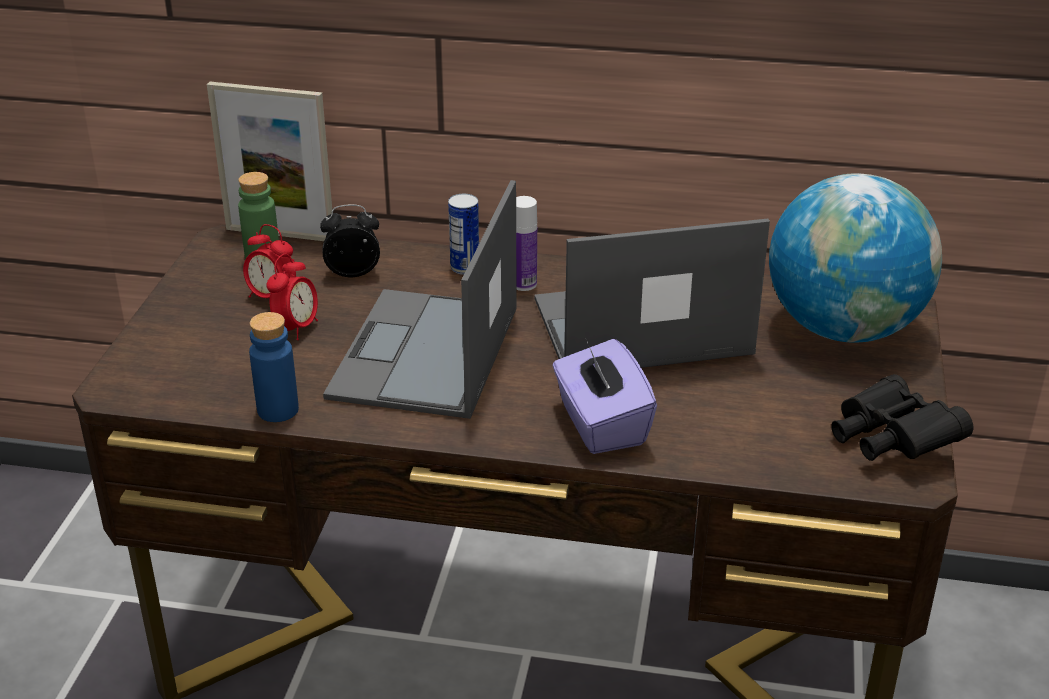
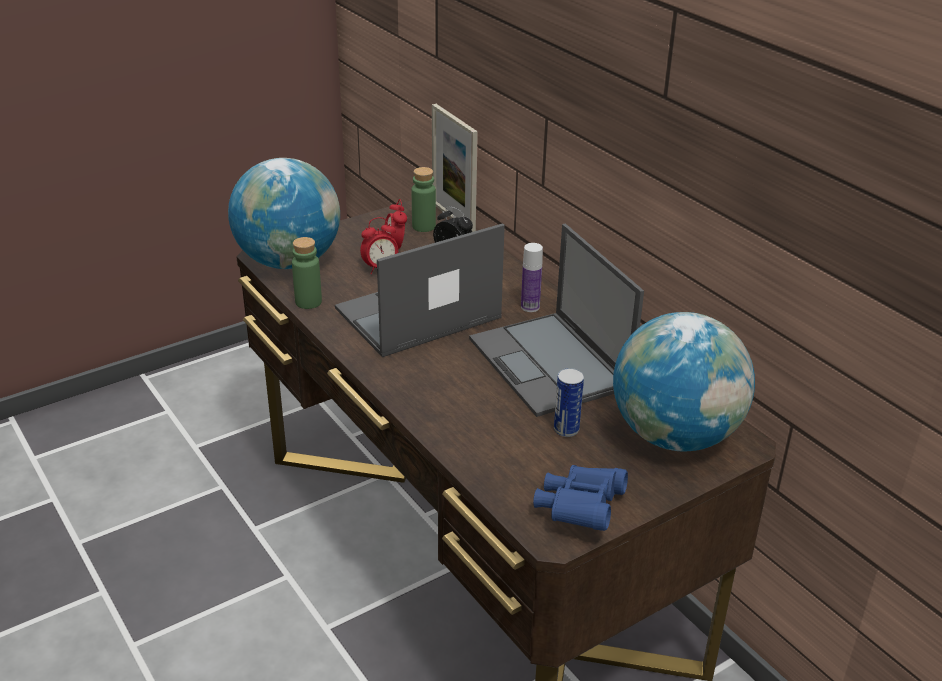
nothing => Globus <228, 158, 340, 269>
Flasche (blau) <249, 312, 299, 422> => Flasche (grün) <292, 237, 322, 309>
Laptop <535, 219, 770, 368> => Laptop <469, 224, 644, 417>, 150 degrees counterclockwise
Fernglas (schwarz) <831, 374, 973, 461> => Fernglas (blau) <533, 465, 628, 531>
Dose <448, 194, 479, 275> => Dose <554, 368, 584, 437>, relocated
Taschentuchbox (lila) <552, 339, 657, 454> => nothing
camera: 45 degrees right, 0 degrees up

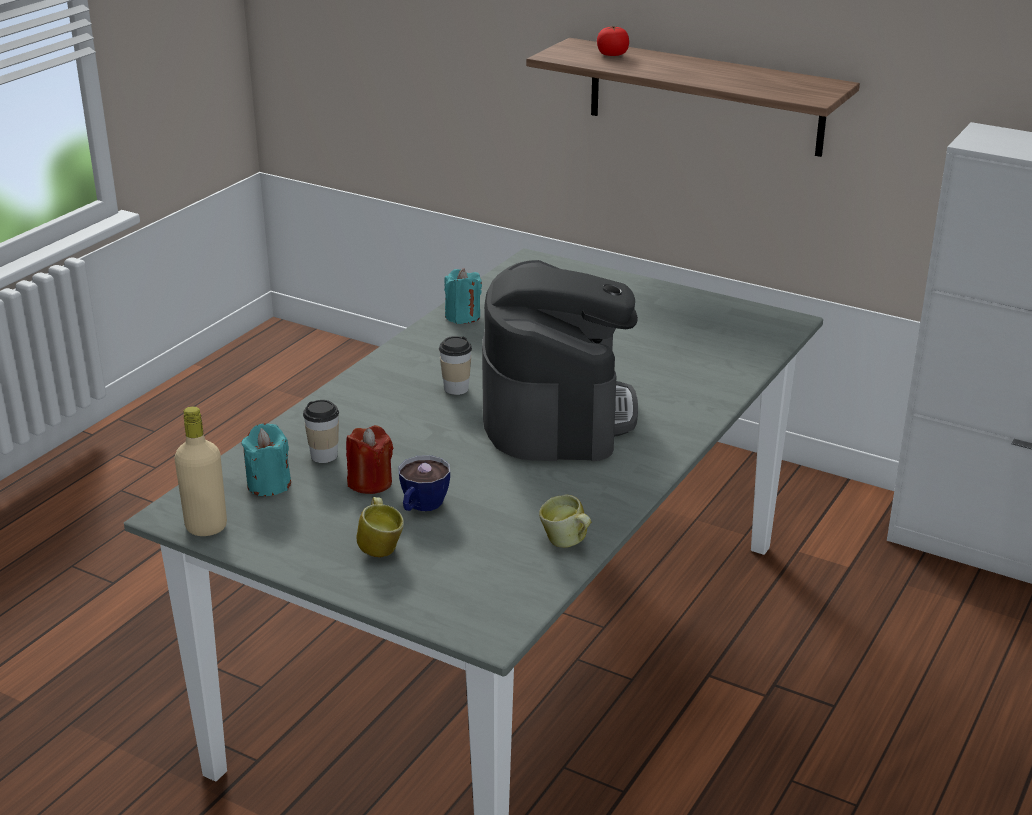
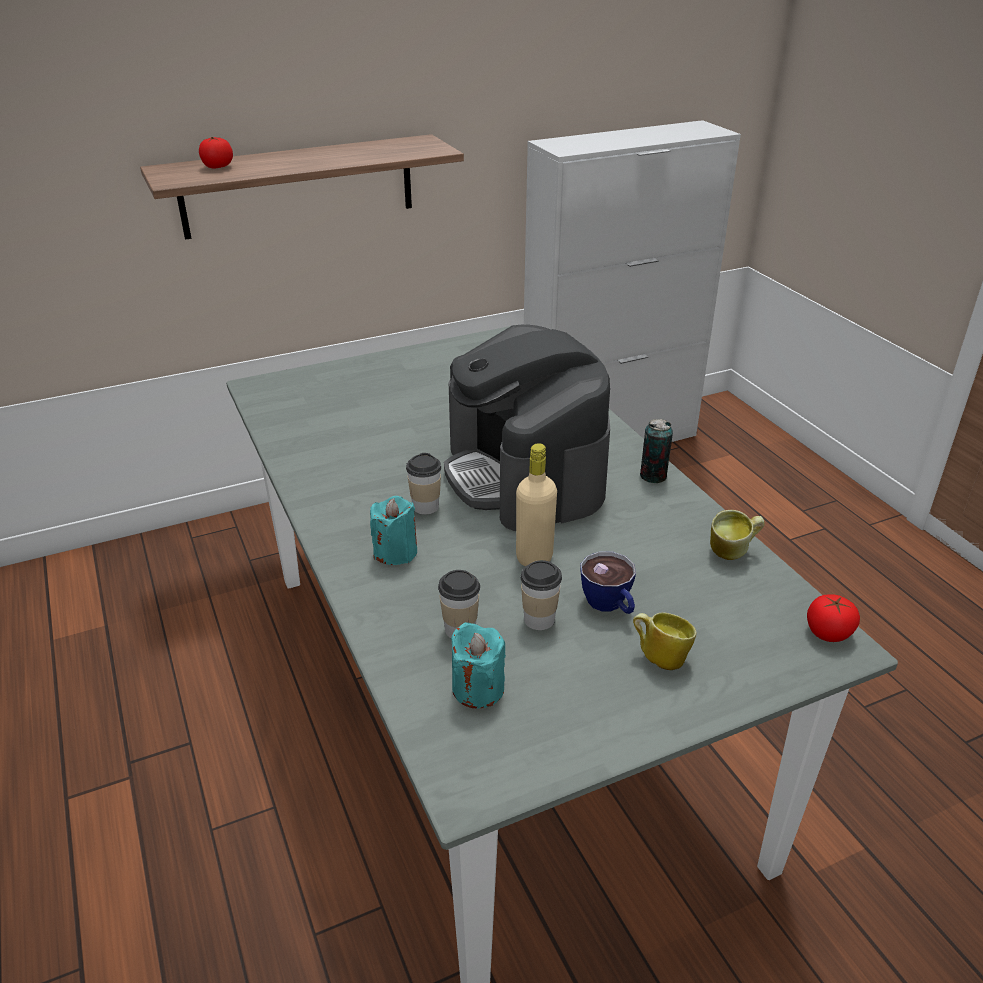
Kerze (türkis) <444, 268, 482, 324> => Kerze (türkis) <370, 496, 417, 565>, relocated
Kaffeemaschine <482, 260, 638, 461> => Kaffeemaschine <444, 325, 610, 531>, 150 degrees counterclockwise
Flasche (beige) <175, 406, 227, 536> => Flasche (beige) <516, 443, 557, 567>, relocated
Kerze (rot) <346, 425, 393, 494> => Tasse <520, 560, 562, 630>
nothing => Dose <640, 419, 673, 483>
nothing => Tomate <807, 594, 860, 642>
camera: 55 degrees left, 5 degrees up

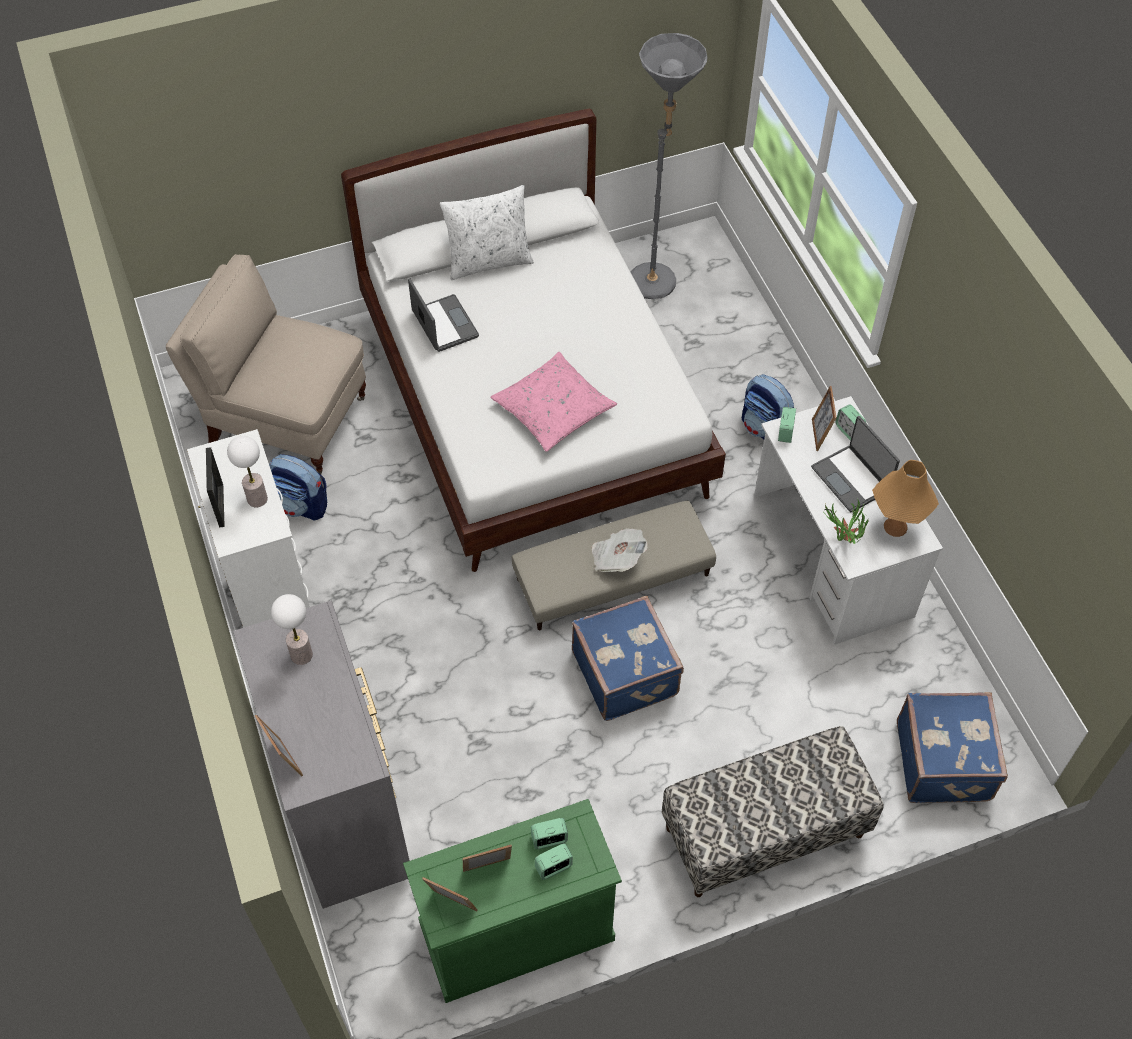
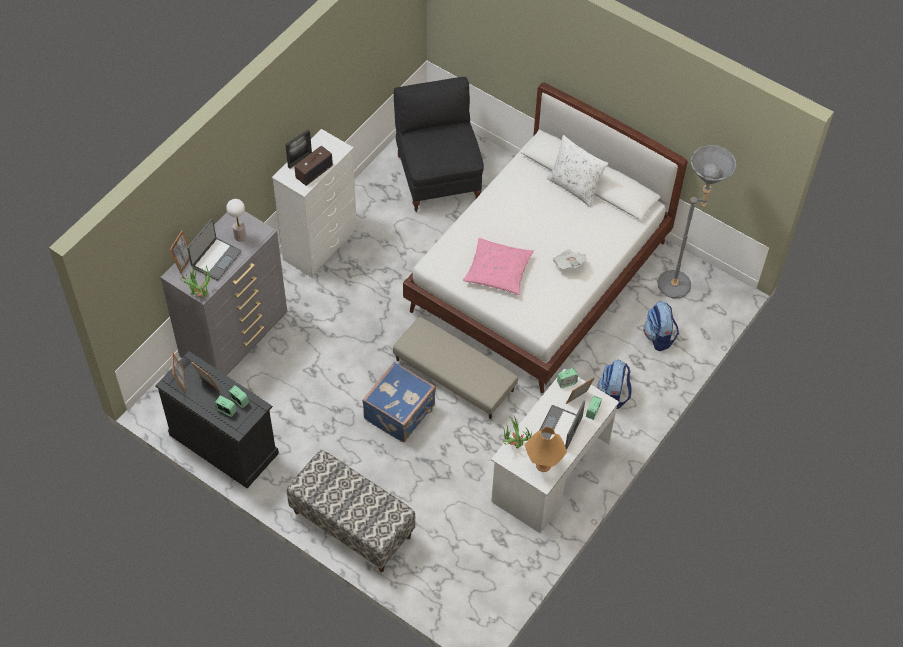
Kommode (grün) <403, 799, 622, 1003> => Kommode (schwarz) <155, 351, 279, 488>
nothing => Topfpflanze <180, 266, 211, 298>
Laptop <408, 279, 479, 352> => Laptop <187, 219, 242, 281>, relocated
Tischlampe <227, 436, 268, 507> => Radio <295, 146, 333, 186>
Stuhl (beige) <166, 254, 366, 474> => Stuhl (schwarz) <394, 77, 484, 212>
Zeitung <592, 528, 647, 572> => Zeitung <552, 249, 587, 269>, relocated
Rucksack <269, 454, 327, 521> => Rucksack <644, 301, 679, 351>, relocated
Koffer (blau) <897, 692, 1008, 803> => nothing
camera: 55 degrees right, 0 degrees up

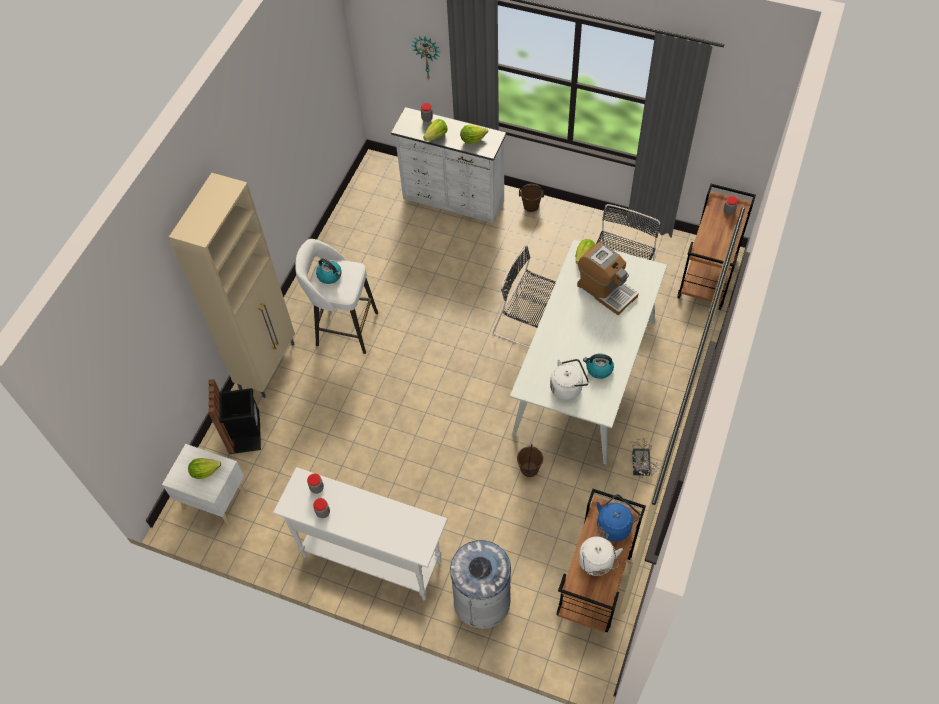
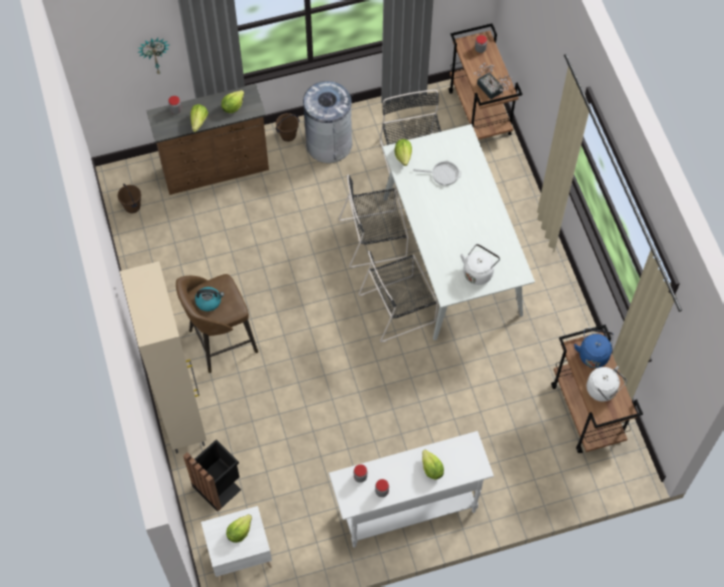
Eimer (braun) <517, 444, 543, 477> => Eimer (braun) <117, 183, 141, 213>, relocated
Kommode (weiß) <391, 107, 506, 224> => Kommode (braun) <146, 84, 269, 195>
Hocker (weiß) <295, 239, 378, 354> => Hocker (braun) <176, 274, 258, 373>
Mülleimer (grau) <450, 540, 511, 629> => Mülleimer (grau) <303, 81, 353, 163>, relocated
nothing => Stuhl (schwarz) <358, 251, 438, 342>
Kaffeemaschine <577, 242, 639, 316> => Pfanne <413, 161, 461, 186>
nothing => Salatkopf <422, 450, 444, 480>
Topfpflanze <630, 438, 661, 478> => Topfpflanze <474, 63, 512, 99>, relocated
Wasserkessel <583, 354, 614, 379> => nothing
camera: 40 degrees left, 5 degrees up

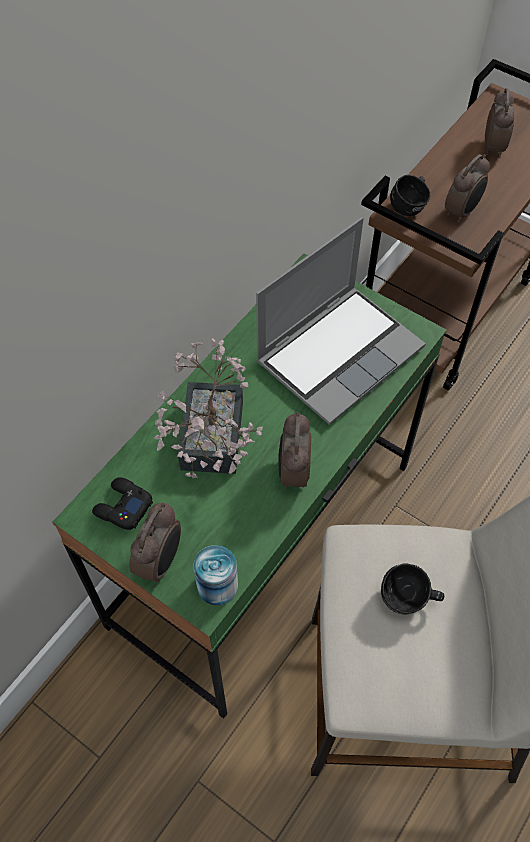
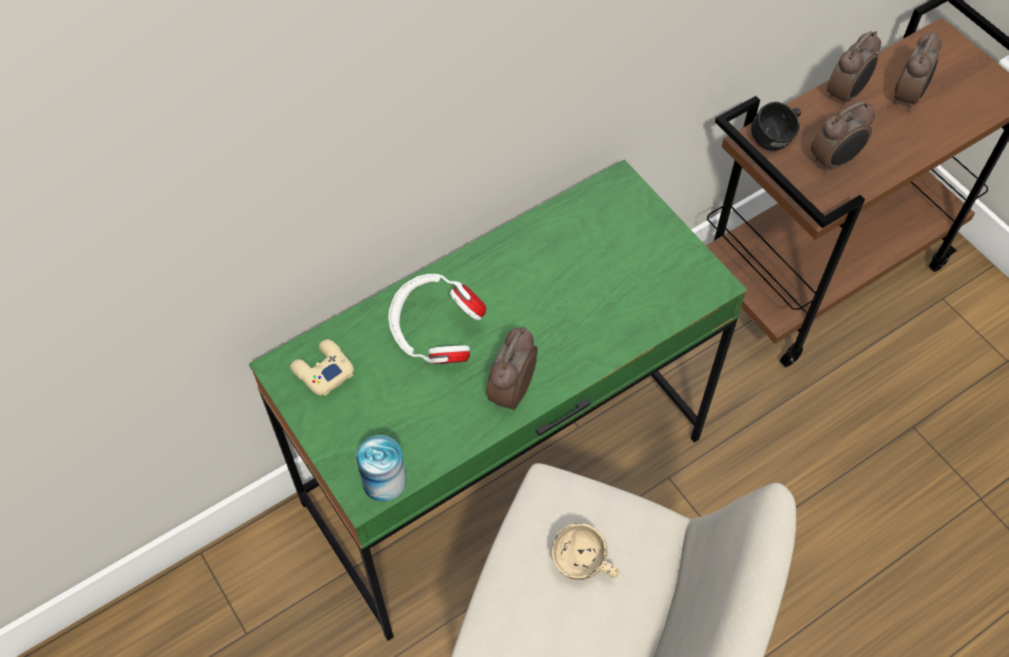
Gamepad (schwarz) <92, 477, 153, 530> => Gamepad (beige) <290, 339, 354, 396>
Topfpflanze <154, 338, 263, 478> => Kopfhörer (weiß) <388, 274, 486, 364>
Henkelbecher (schwarz) <381, 564, 444, 614> => Henkelbecher (beige) <552, 523, 619, 580>
Wecker <129, 502, 181, 583> => Wecker <827, 31, 881, 108>, relocated
Laptop <256, 217, 426, 425> => nothing
camera: 20 degrees right, 0 degrees up

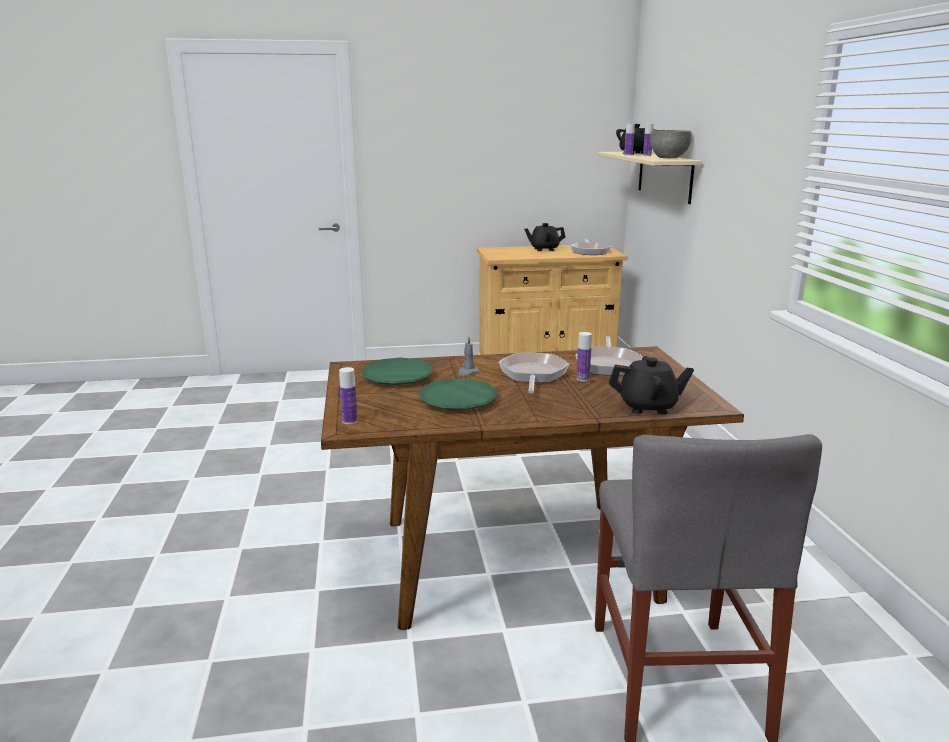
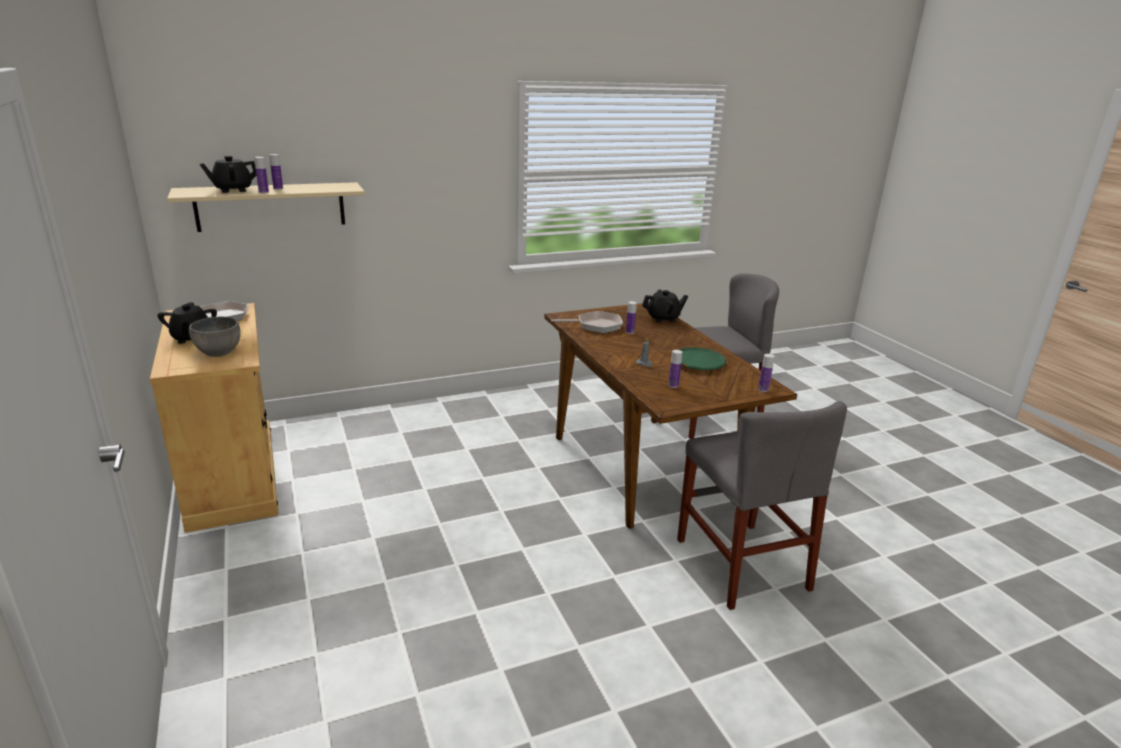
Schüssel (grau) <650, 130, 692, 158> => Schüssel (grau) <189, 317, 241, 357>, relocated
Teekanne (schwarz) <609, 356, 694, 414> => Teekanne (schwarz) <642, 289, 688, 323>, 90 degrees clockwise
Teller (grün) <361, 358, 434, 385> => Flasche <668, 350, 682, 388>
nothing => Stuhl (grau) <677, 401, 847, 610>
Pfanne <499, 352, 570, 393> => nothing
camera: 105 degrees left, 5 degrees up

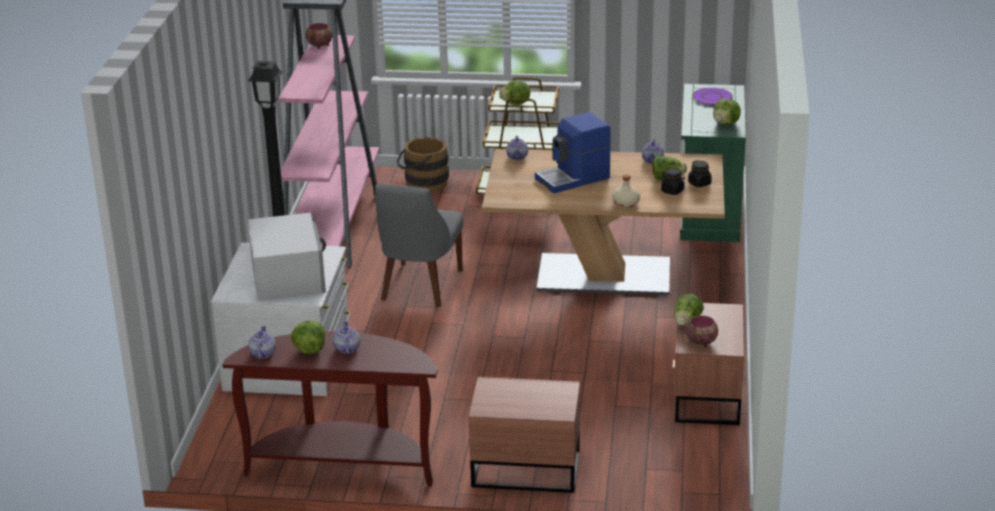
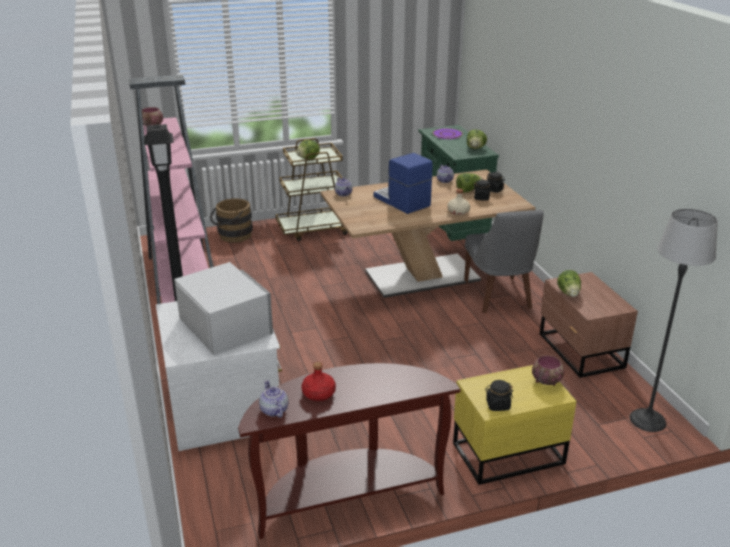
Salatkopf <291, 320, 325, 354> => Flasche (rot) <301, 362, 336, 401>
Kaffeemaschine <535, 112, 611, 193> => Kaffeemaschine <374, 153, 433, 214>, 105 degrees clockwise
Nachttisch (braun) <468, 377, 580, 493> => Nachttisch (gelb) <453, 365, 577, 485>
Stuhl (grau) <375, 184, 463, 307> => Stuhl (grau) <464, 210, 544, 313>, relocated
nothing => Vorratsglas (schwarz) <485, 380, 513, 411>
Schüssel <686, 315, 718, 347> => Schüssel <532, 355, 564, 386>, relocated
nothing => Stehlampe <630, 209, 718, 432>
Teekanne <333, 321, 360, 354> => nothing
camera: 25 degrees left, 0 degrees up

